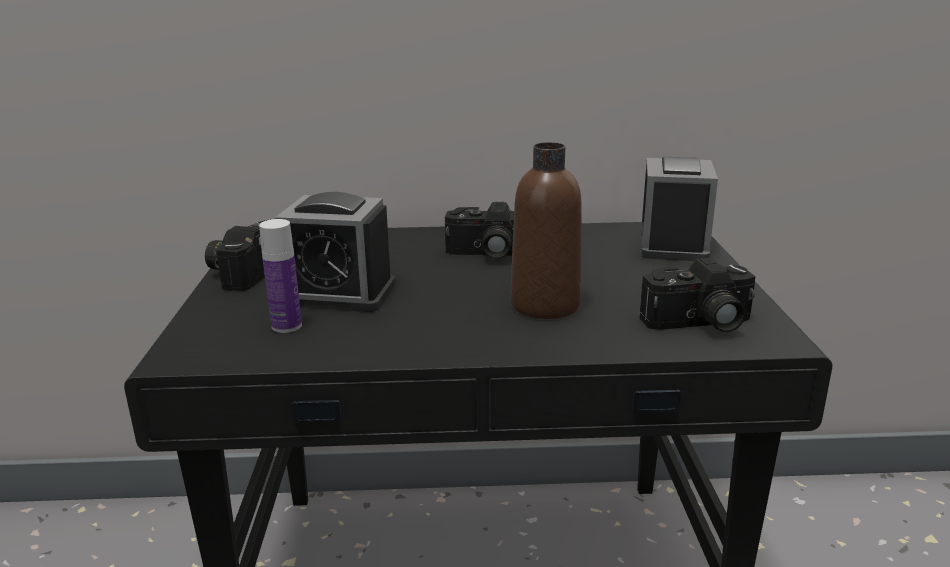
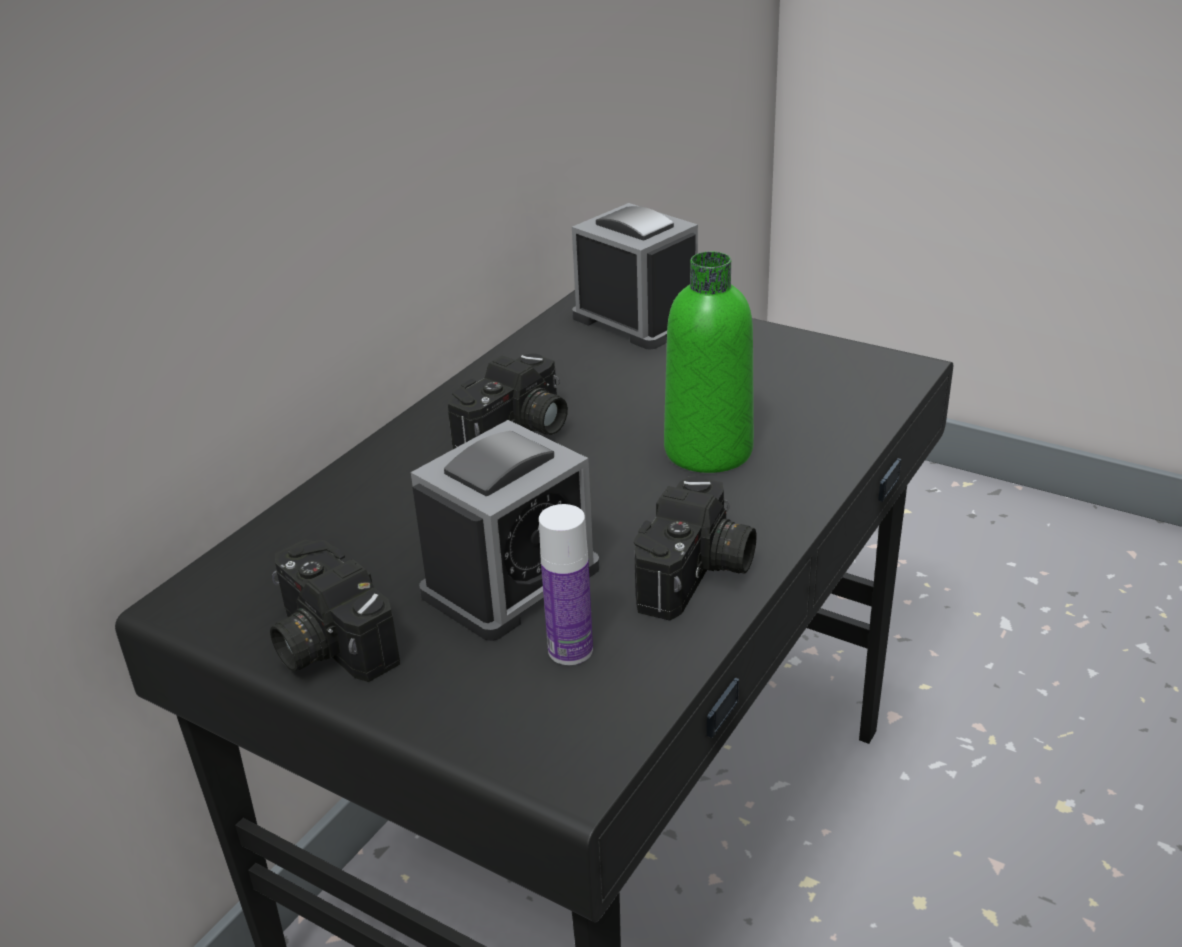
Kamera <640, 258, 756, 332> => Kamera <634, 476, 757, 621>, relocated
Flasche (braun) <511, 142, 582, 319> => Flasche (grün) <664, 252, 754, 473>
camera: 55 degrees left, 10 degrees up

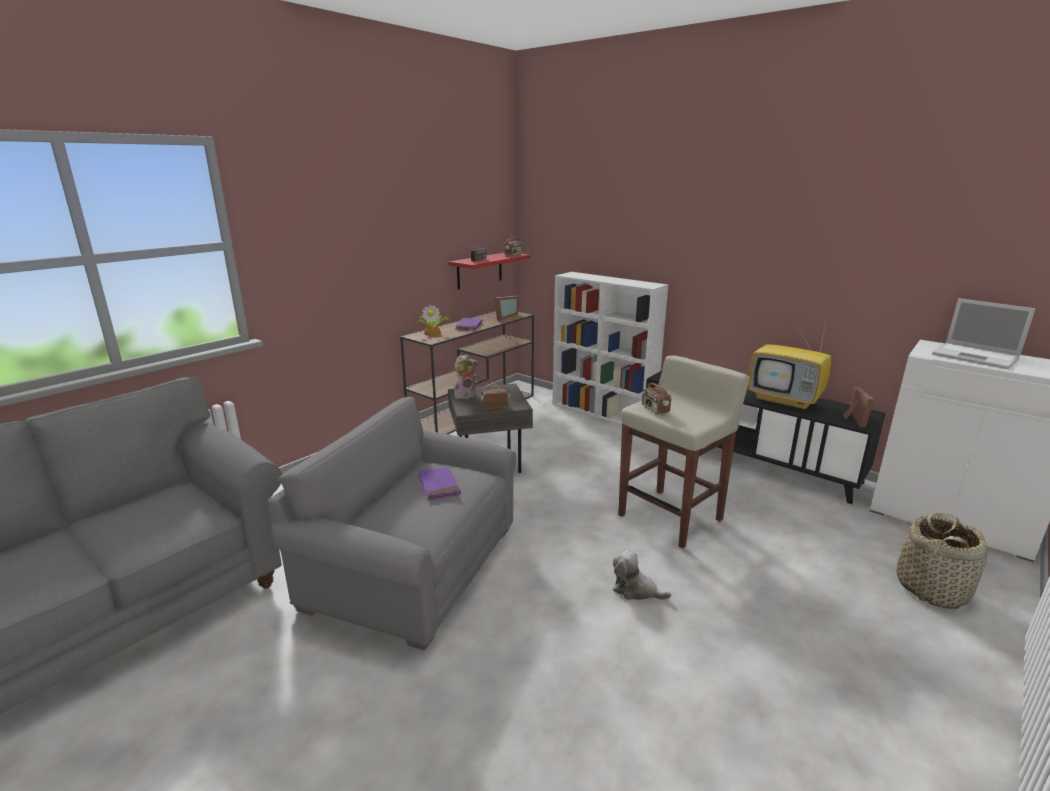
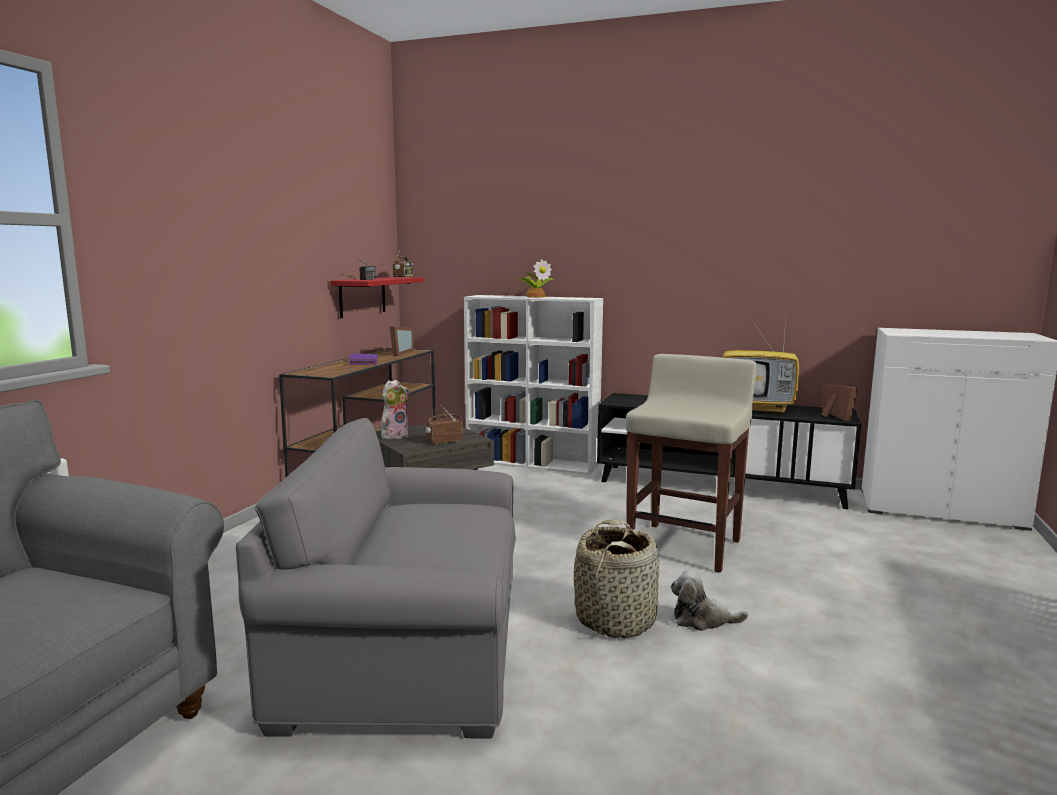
Topfpflanze <416, 304, 451, 336> => Topfpflanze <518, 259, 555, 298>, relocated
Korb <896, 513, 988, 609> => Korb <574, 520, 659, 638>, relocated
Buch (lila) <418, 467, 461, 500> => nothing
Radio <642, 377, 671, 414> => nothing
Laptop <932, 298, 1035, 369> => nothing
camera: 20 degrees left, 10 degrees down

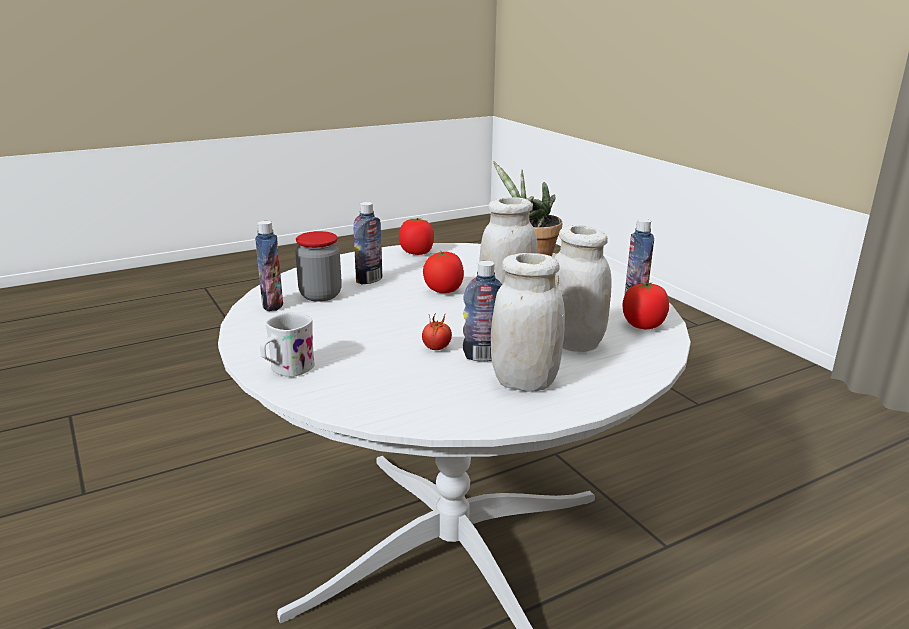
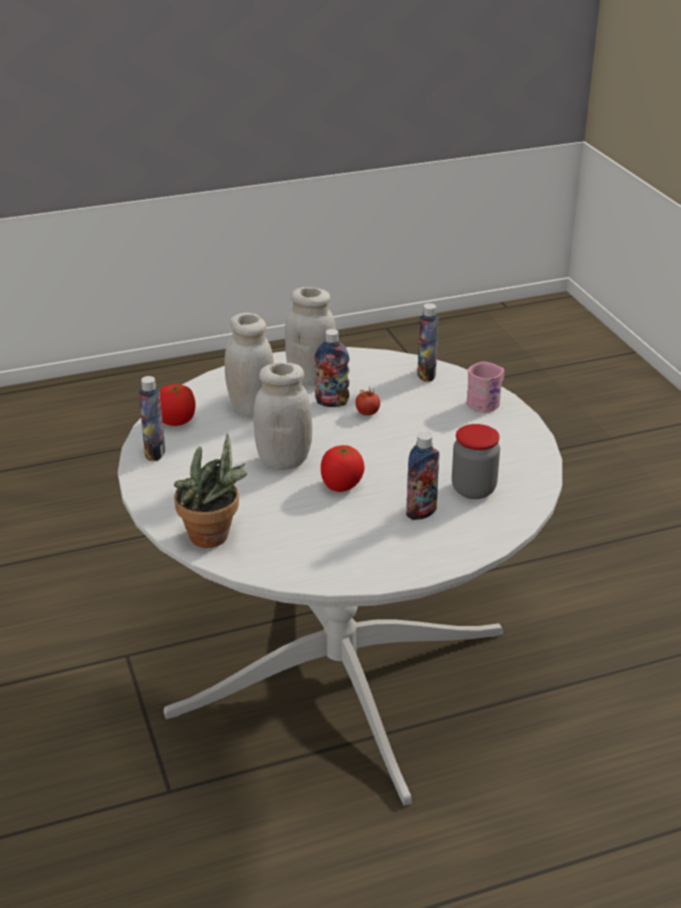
Flasche <255, 221, 283, 311> => Flasche <417, 303, 439, 382>, relocated
Henkelbecher (weiß) <260, 312, 315, 377> => Henkelbecher (rosa) <467, 362, 505, 413>
Tomate <399, 218, 434, 255> => nothing
camera: 170 degrees left, 10 degrees up

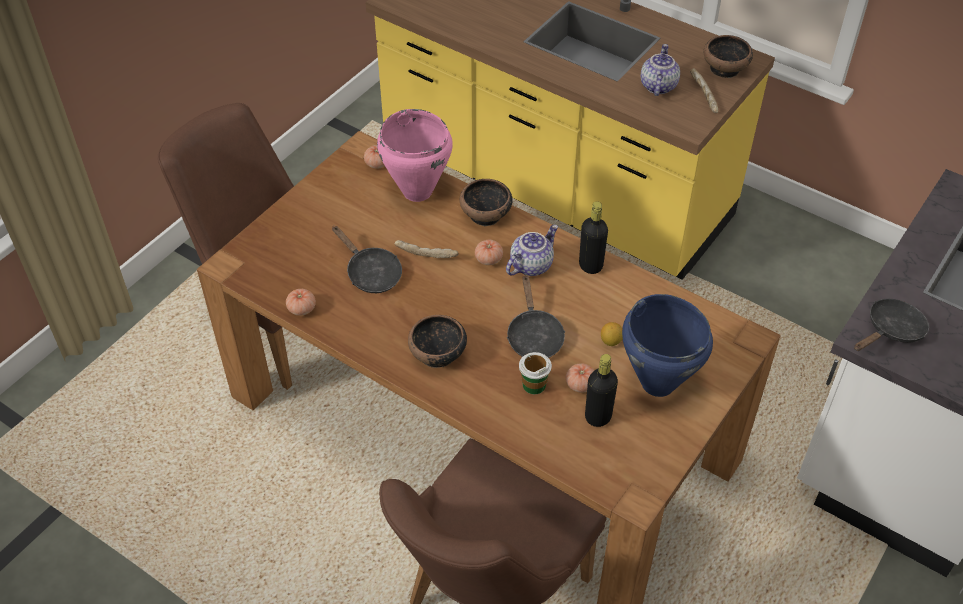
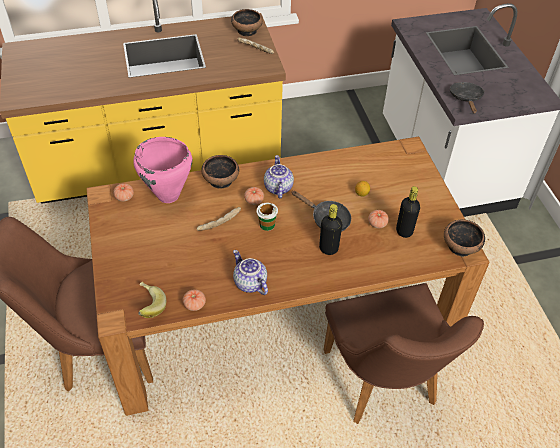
nothing => Banane <138, 282, 166, 318>
Teekanne <641, 44, 680, 96> => Teekanne <233, 250, 268, 295>, relocated
Tasse <519, 352, 552, 394> => Tasse <256, 203, 278, 231>, relocated
Flasche (schwarz) <579, 201, 608, 274> => Flasche (schwarz) <319, 204, 342, 255>, relocated
Schüssel <408, 315, 467, 368> => Schüssel <444, 220, 485, 257>, relocated
Pfanne (schwarz) <332, 226, 402, 293> => nothing
Kochtopf (blau) <622, 294, 713, 397> => nothing
camera: 50 degrees left, 0 degrees up

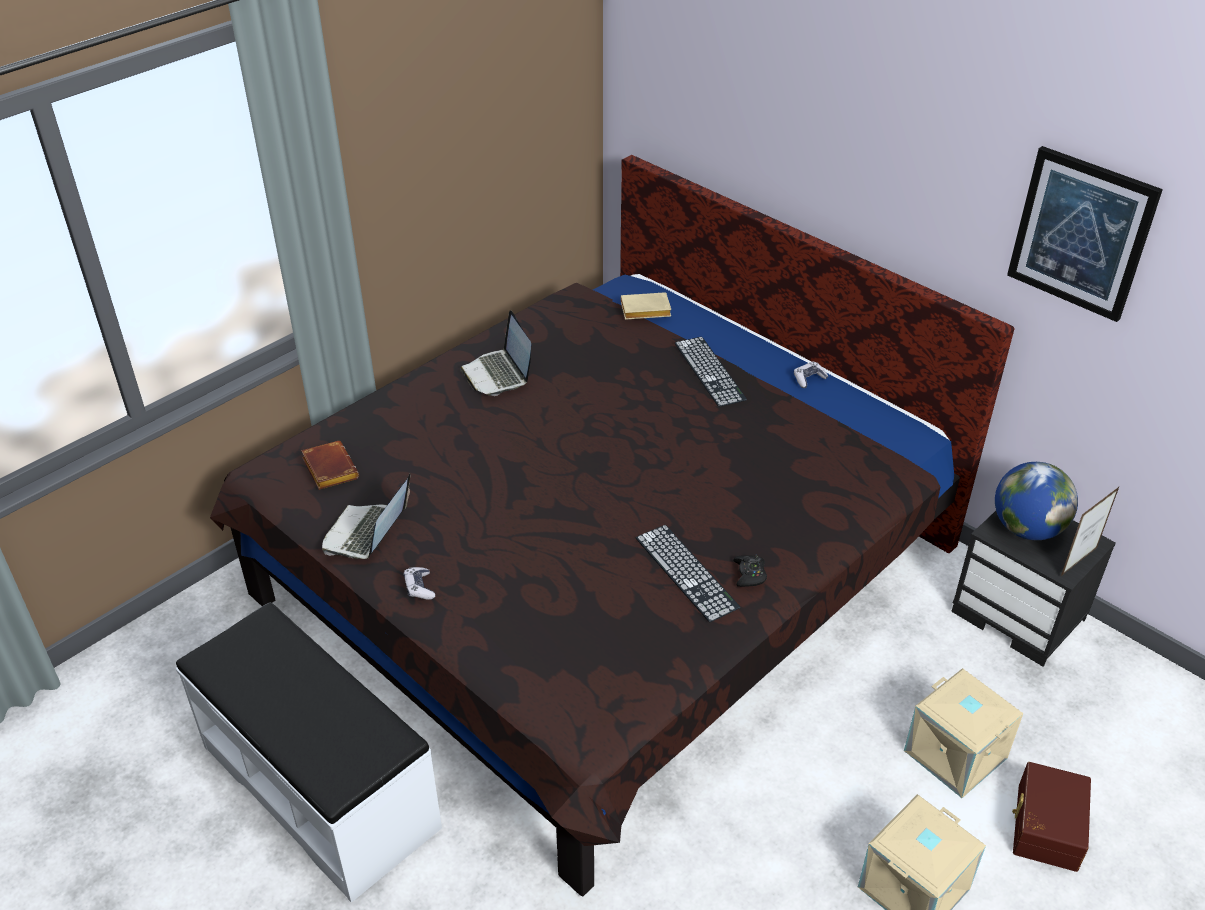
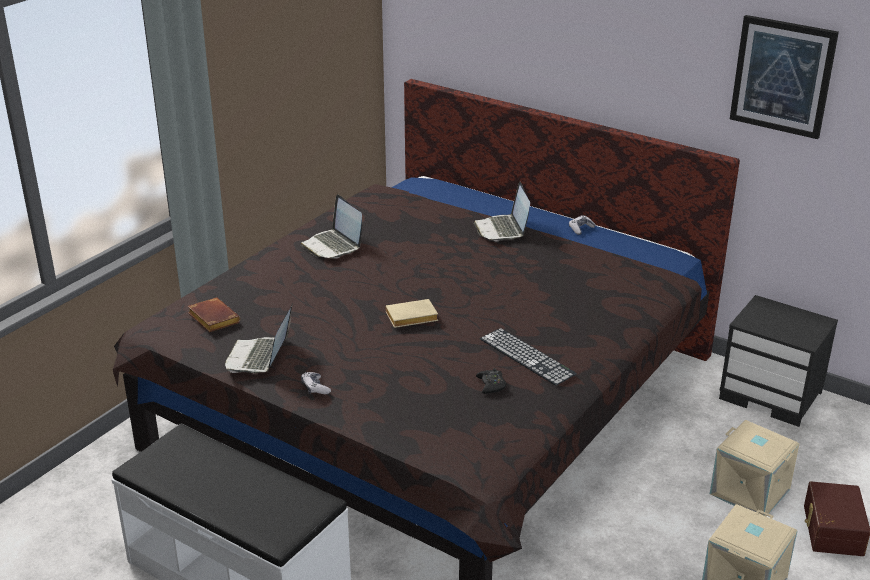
Buch (beige) <621, 292, 671, 320> => Buch (beige) <385, 299, 438, 328>, relocated
Tastatur <675, 337, 747, 407> => Laptop <473, 182, 530, 241>
Gamepad (schwarz) <733, 555, 767, 587> => Gamepad (schwarz) <476, 368, 506, 394>, relocated
Globus <995, 462, 1078, 540> => nothing
Bilderrahmen <1061, 486, 1120, 576> => nothing
camera: 10 degrees left, 10 degrees down

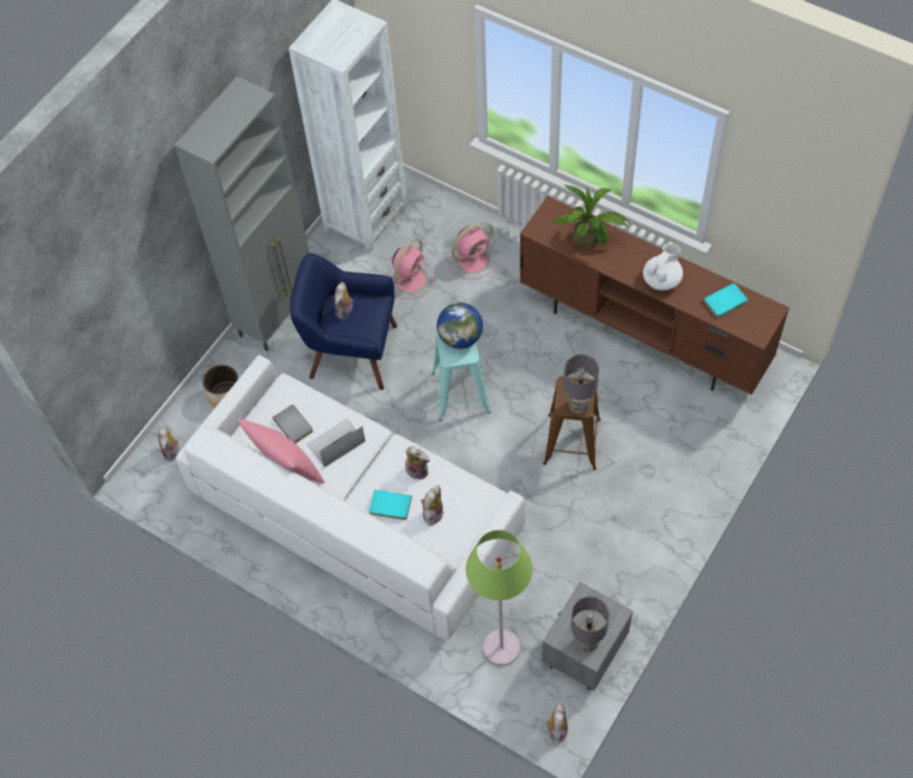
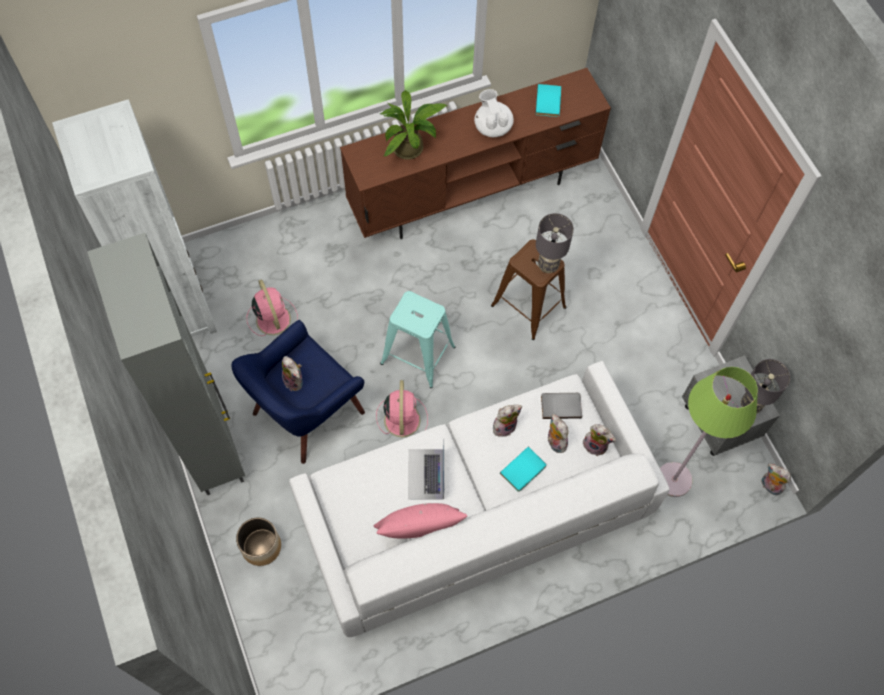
Ventilator (rosa) <448, 222, 498, 280> => Ventilator (rosa) <376, 380, 428, 437>, relocated
Buch (grau) <273, 405, 313, 444> => Buch (grau) <541, 393, 582, 419>, relocated
Plüschtier <158, 426, 178, 461> => Plüschtier <583, 424, 616, 456>, relocated
Globus <437, 303, 483, 349> => nothing
camera: 60 degrees left, 5 degrees up

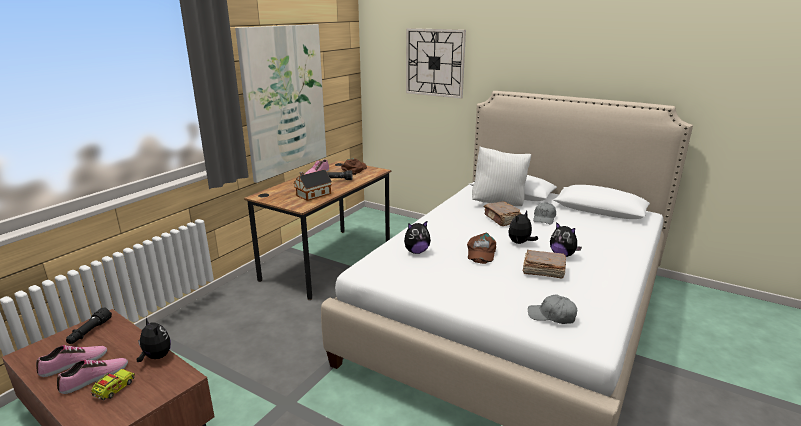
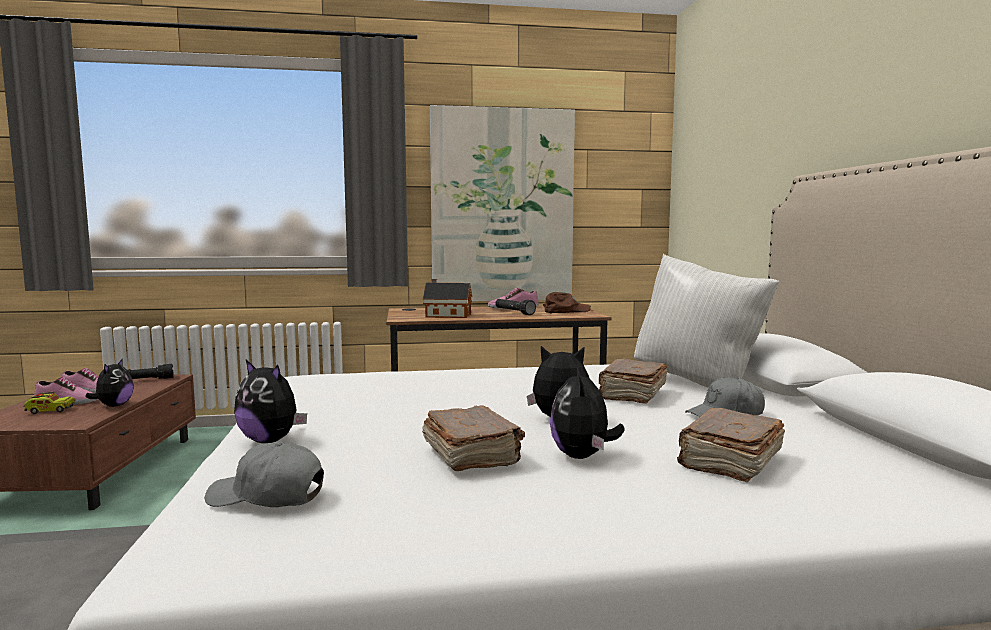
Kappe (grau) <528, 295, 577, 324> => Kappe (grau) <204, 441, 324, 507>, 60 degrees counterclockwise
Plüschtier <404, 221, 431, 254> => Plüschtier <234, 360, 307, 443>, relocated
nothing => Buch (braun) <677, 408, 785, 482>
Wanduhr <406, 28, 466, 99> => nothing
Kappe (braun) <467, 233, 496, 264> => nothing
camera: 50 degrees right, 15 degrees down

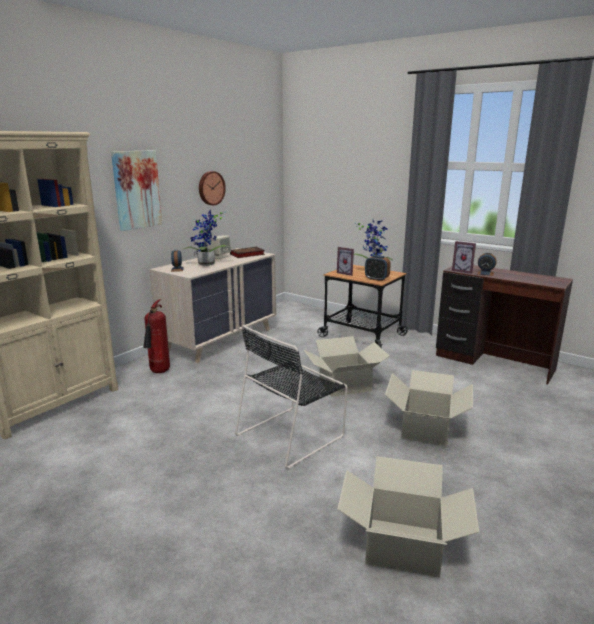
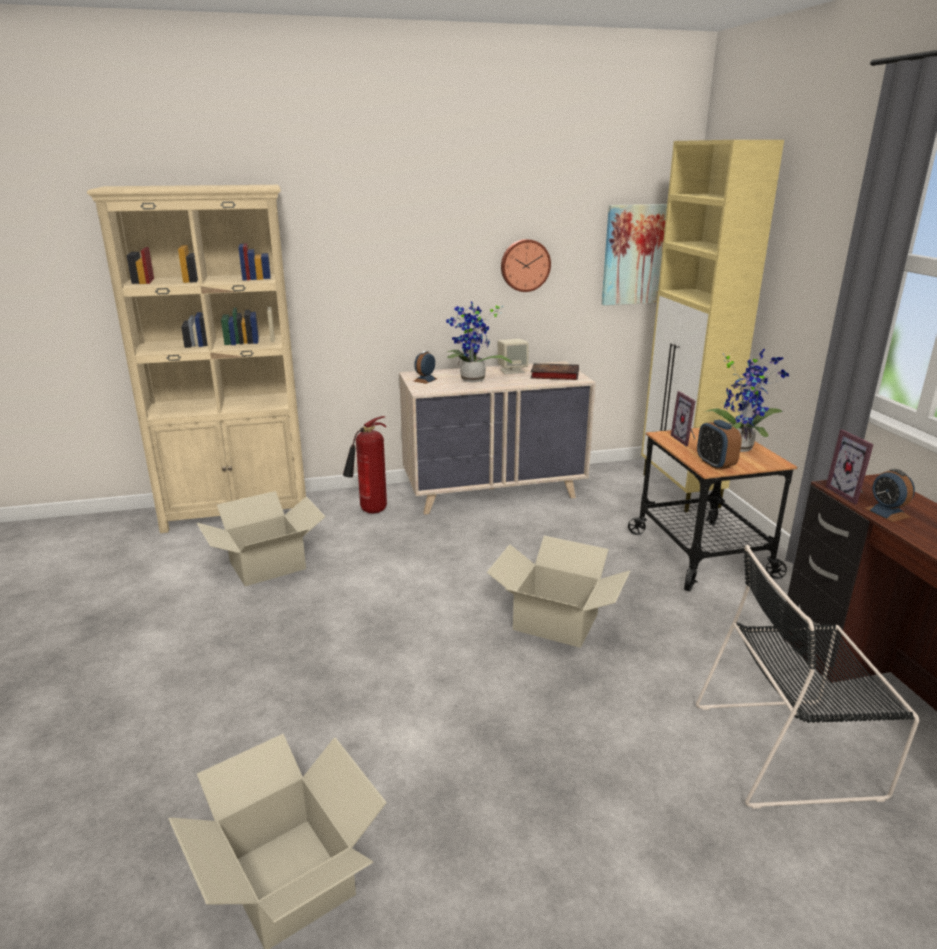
Karton <385, 370, 473, 446> => Karton <197, 491, 326, 586>, relocated
Bild <111, 150, 162, 231> => Bild <602, 204, 667, 305>, relocated
nothing => Schrank (beige) <641, 140, 784, 512>
Stuhl (schwarz) <235, 325, 348, 469> => Stuhl (schwarz) <696, 545, 919, 809>, relocated
camera: 40 degrees right, 5 degrees up

